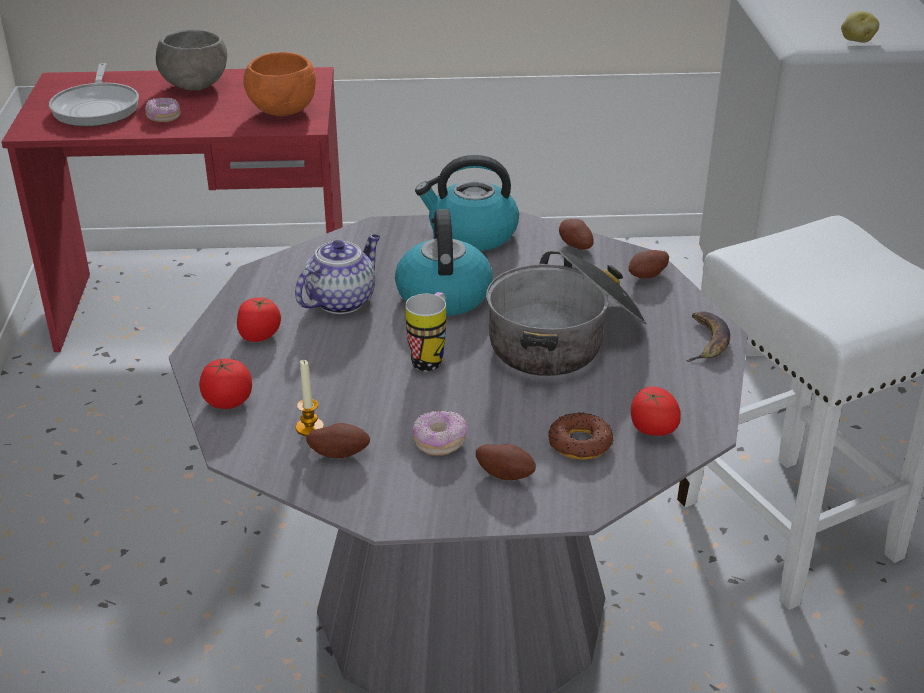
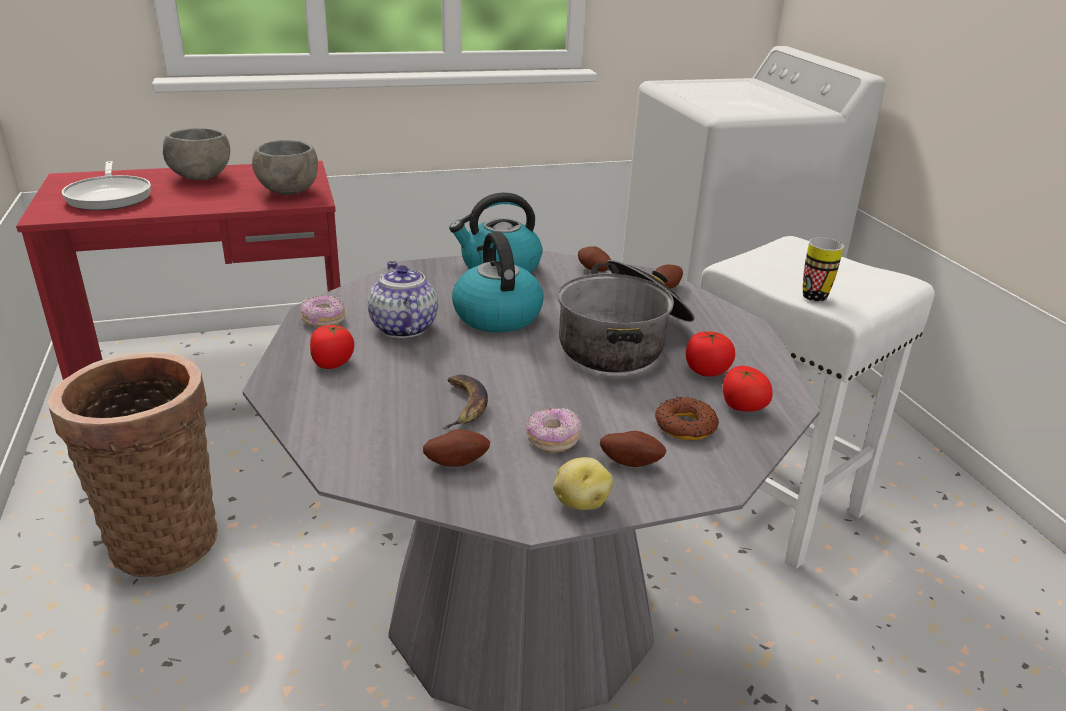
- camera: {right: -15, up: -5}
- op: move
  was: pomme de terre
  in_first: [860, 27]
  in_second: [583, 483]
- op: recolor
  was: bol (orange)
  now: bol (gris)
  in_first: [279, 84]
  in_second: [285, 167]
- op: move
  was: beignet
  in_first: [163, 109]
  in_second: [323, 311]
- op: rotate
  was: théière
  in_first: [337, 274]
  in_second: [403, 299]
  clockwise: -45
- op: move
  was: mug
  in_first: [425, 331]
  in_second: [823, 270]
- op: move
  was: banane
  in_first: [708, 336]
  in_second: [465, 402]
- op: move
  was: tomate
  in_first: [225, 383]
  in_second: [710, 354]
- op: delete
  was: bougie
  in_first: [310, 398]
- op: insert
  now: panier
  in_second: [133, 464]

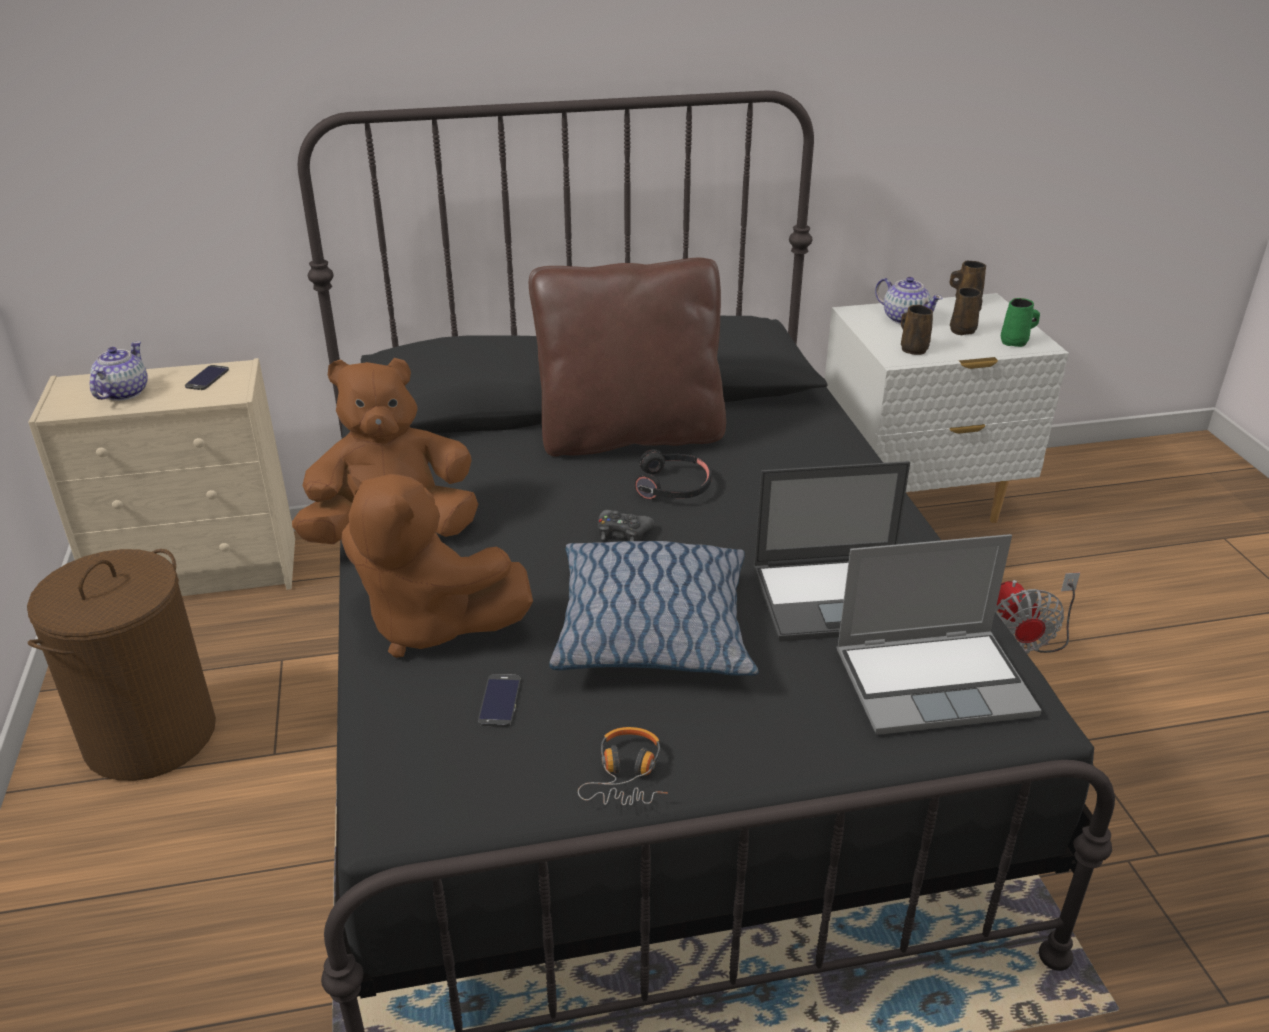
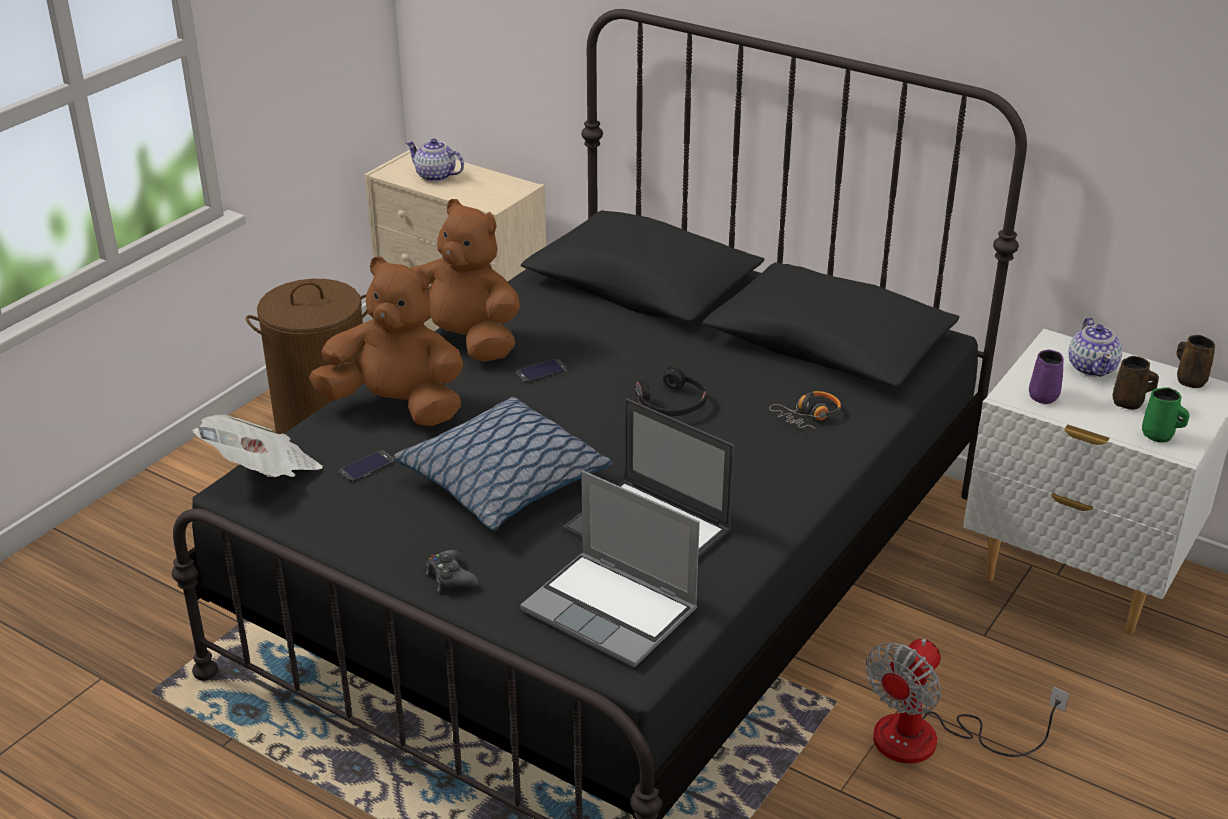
- camera: {right: 45, up: 0}
- op: delete
  was: coussin (marron)
  in_first: [627, 357]
- op: recolor
  was: mug (marron)
  now: mug (violet)
  in_first: [917, 330]
  in_second: [1046, 377]
- op: rotate
  was: théière
  in_first: [119, 371]
  in_second: [434, 160]
  clockwise: -120
- op: move
  was: téléphone
  in_first: [207, 377]
  in_second: [541, 371]
- op: rotate
  was: peluche (marron)
  in_first: [437, 566]
  in_second: [386, 341]
  clockwise: 120
- op: move
  was: manette (noir)
  in_first: [626, 525]
  in_second: [452, 571]
- op: move
  was: casque audio
  in_first: [623, 766]
  in_second: [805, 410]
- op: insert
  now: journal
  in_second: [257, 445]

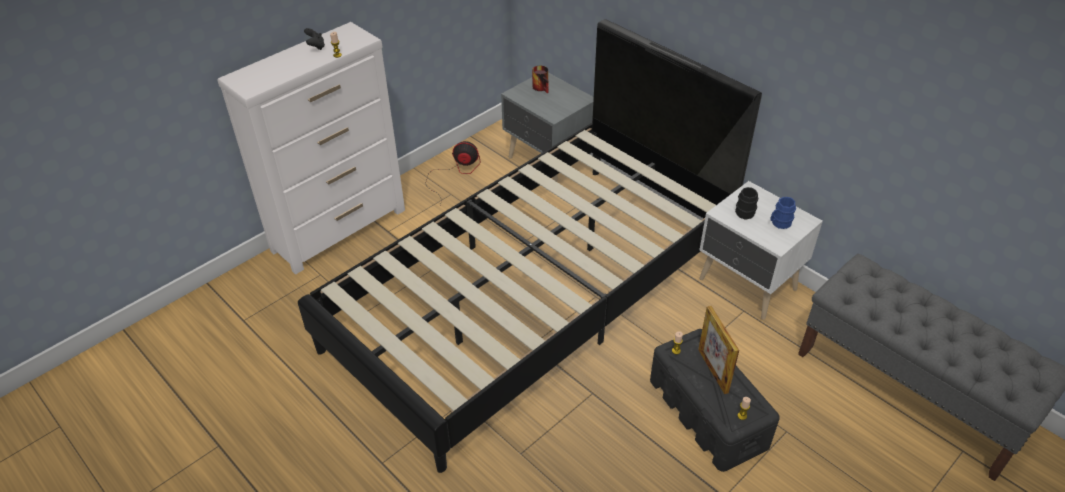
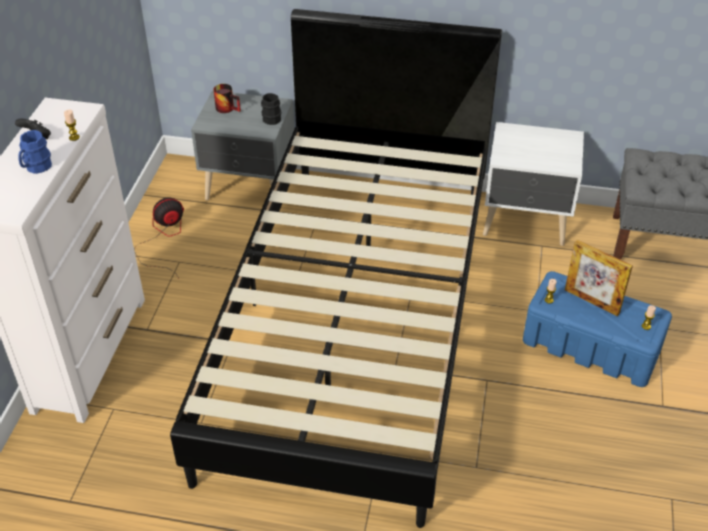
- camera: {right: -35, up: 0}
- op: move
  was: mug (noir)
  in_first: [746, 203]
  in_second: [271, 109]
- op: move
  was: mug (bleu)
  in_first: [783, 213]
  in_second: [35, 152]
- op: recolor
  was: boîte de rangement (noir)
  now: boîte de rangement (bleu)
  in_first: [715, 400]
  in_second: [597, 329]

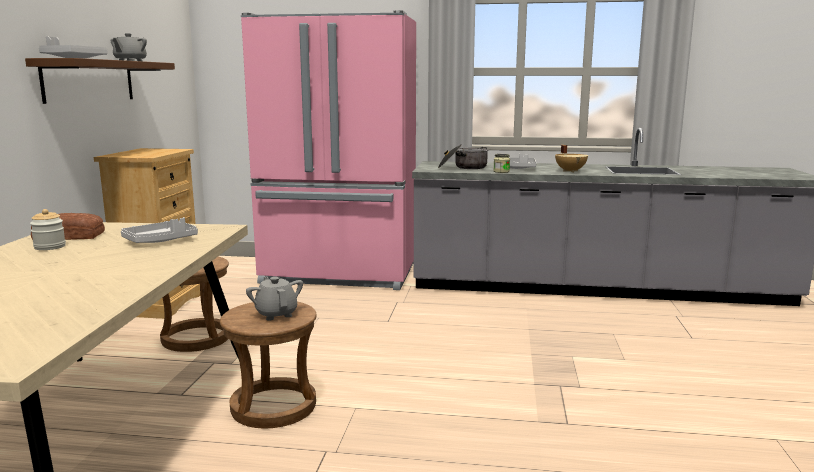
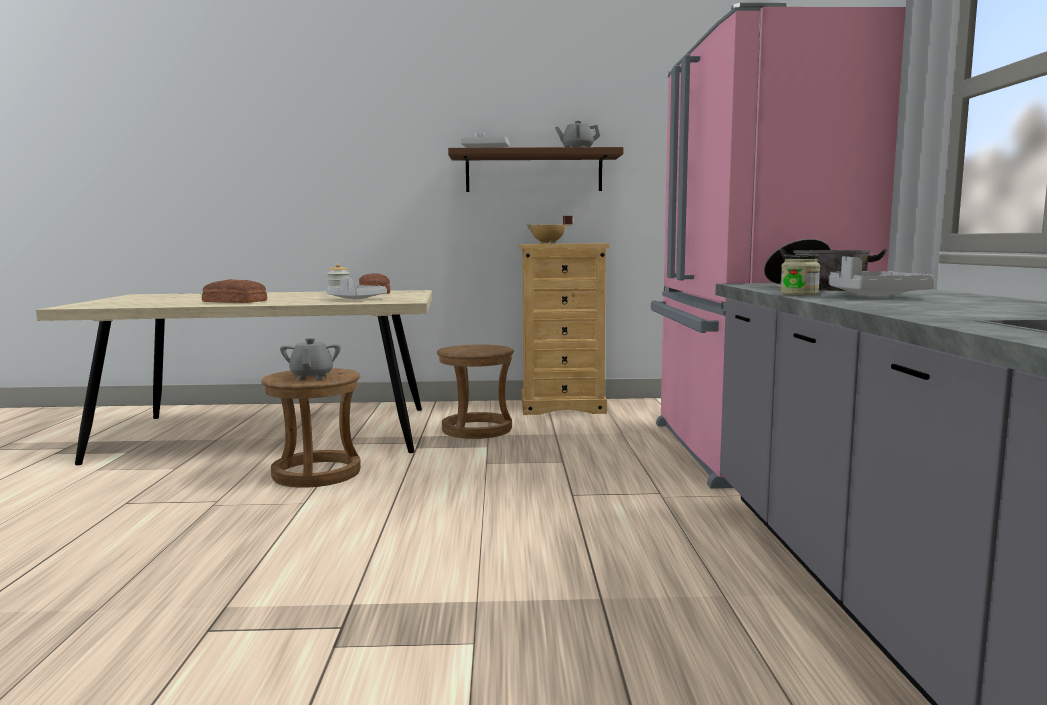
- camera: {right: 80, up: -5}
- op: move
  was: marmite (beige)
  in_first: [571, 158]
  in_second: [549, 230]
- op: rotate
  was: théière (gris)
  in_first: [274, 299]
  in_second: [310, 359]
  clockwise: -60
- op: insert
  now: pain
  in_second: [234, 291]

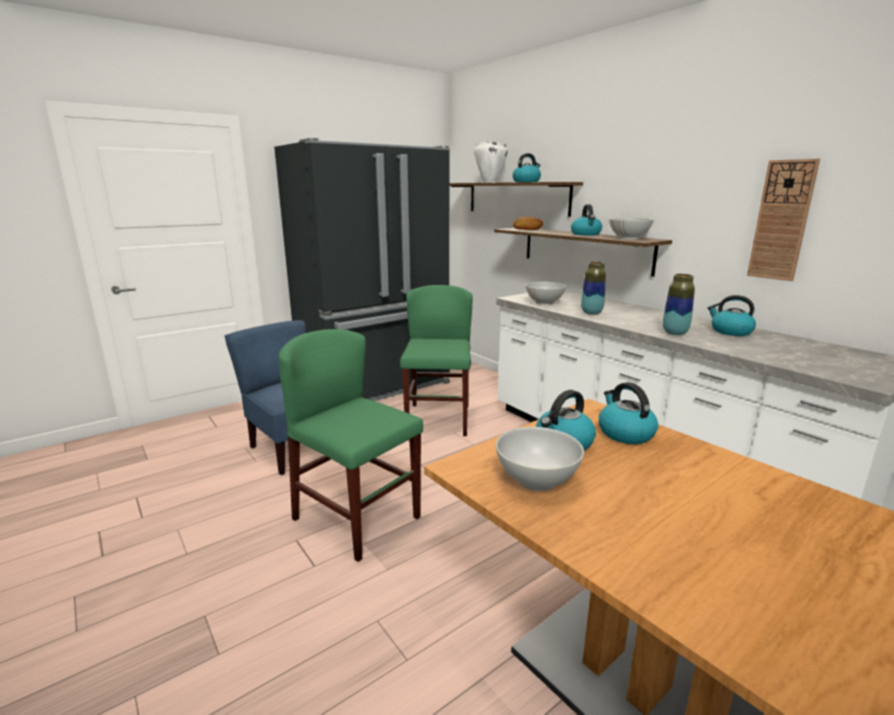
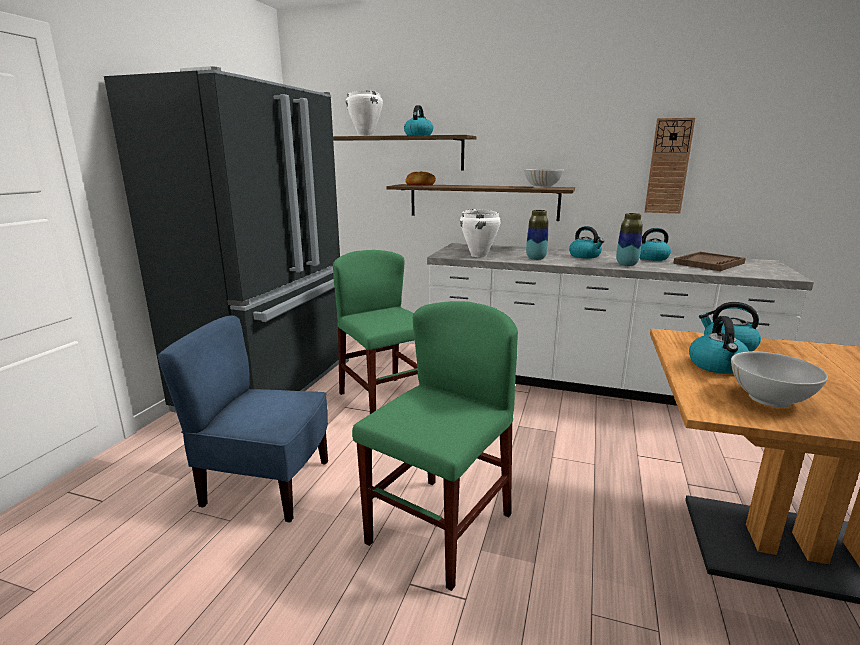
- camera: {right: -35, up: 0}
- op: move
  was: bouilloire
  in_first: [586, 220]
  in_second: [586, 242]
- op: replace
  was: bol (blanc)
  now: marmite (blanc)
  in_first: [546, 293]
  in_second: [480, 233]
- op: rotate
  was: chaise (vert)
  in_first: [350, 445]
  in_second: [435, 446]
  clockwise: 120
- op: insert
  now: plateau (marron)
  in_second: [709, 261]

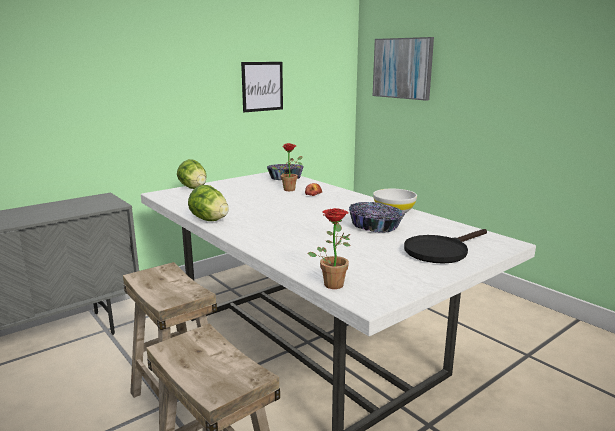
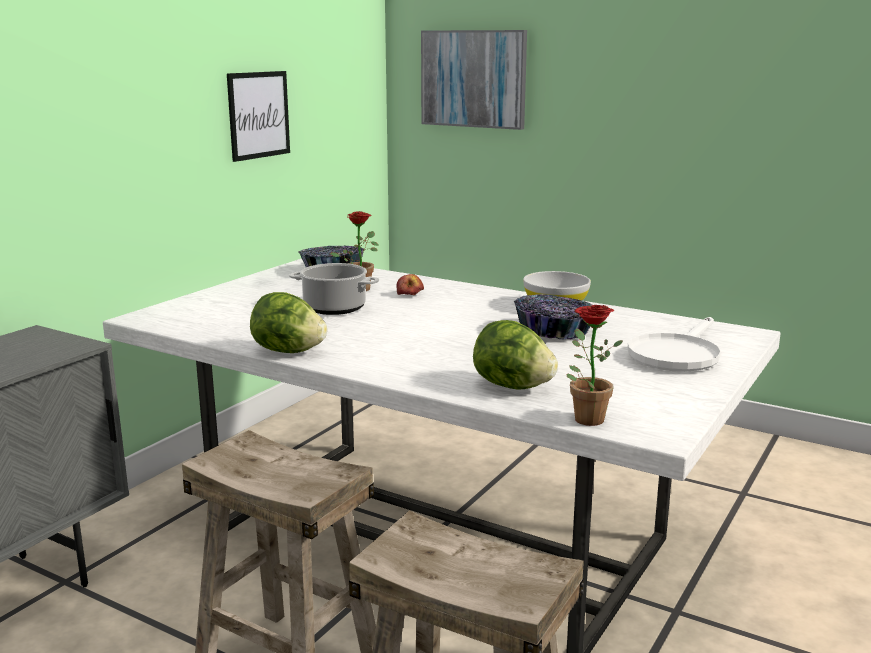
- camera: {right: -20, up: 0}
- op: move
  was: laitue
  in_first: [192, 174]
  in_second: [515, 355]
- op: recolor
  was: poêle (noir)
  now: poêle (blanc)
  in_first: [445, 246]
  in_second: [674, 344]
- op: insert
  now: marmite
  in_second: [334, 289]

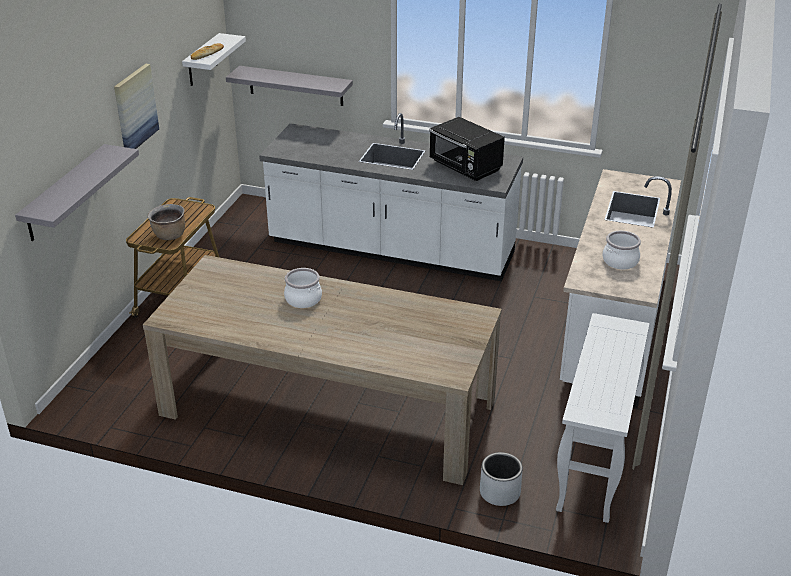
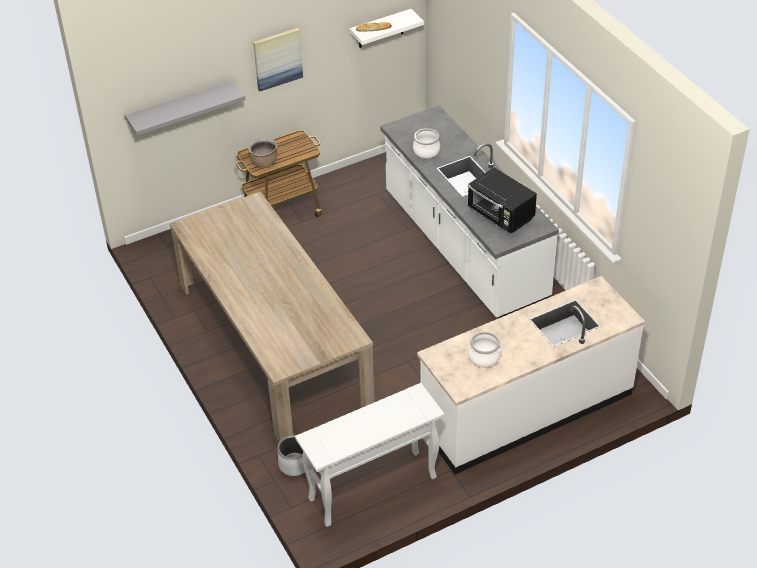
- camera: {right: 45, up: 10}
- op: delete
  was: étagère (gris)
  in_first: [289, 86]
- op: rotate
  was: micro-ondes (noir)
  in_first: [467, 149]
  in_second: [502, 200]
  clockwise: -45
- op: move
  was: marmite
  in_first: [303, 288]
  in_second: [426, 143]

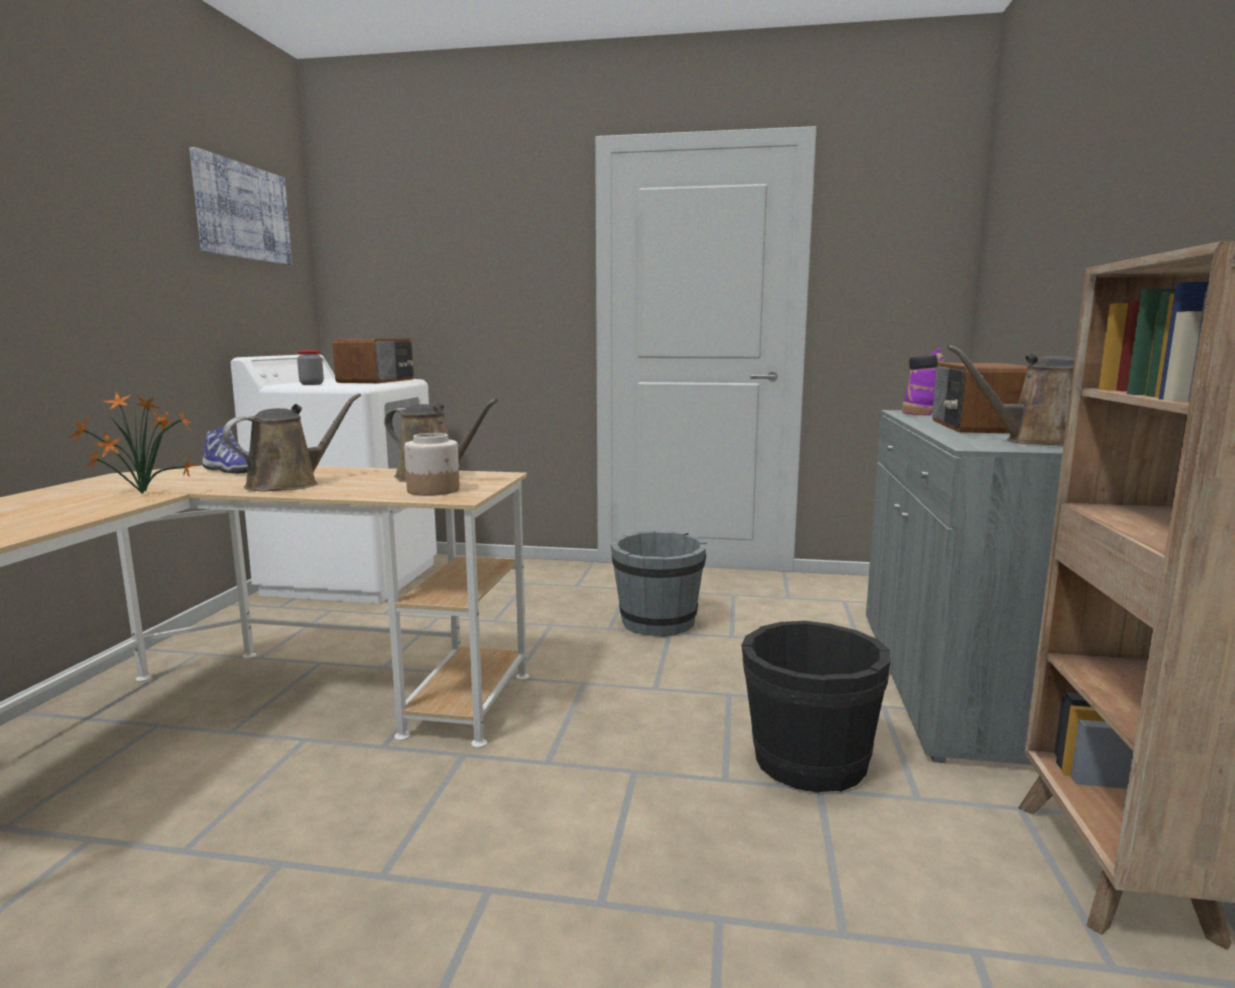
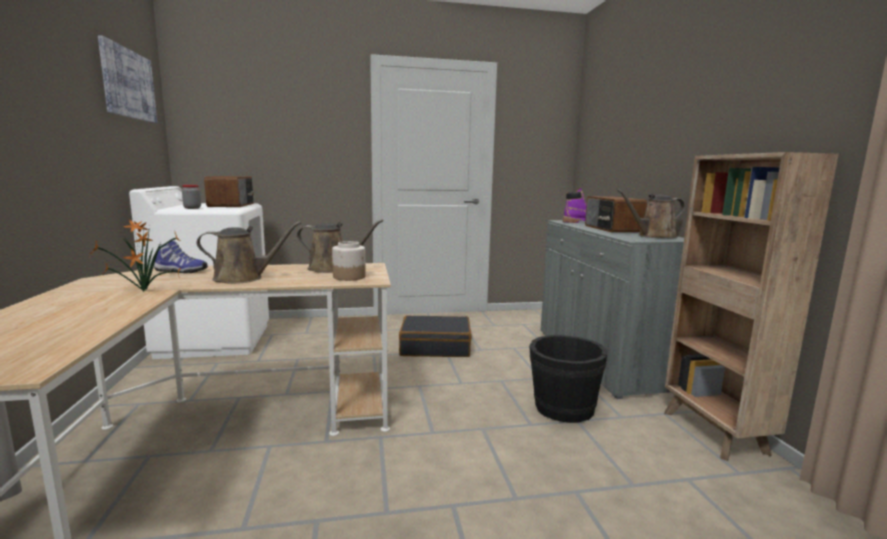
- camera: {right: -20, up: 0}
- op: rotate
  was: arrosoir (marron)
  in_first: [292, 442]
  in_second: [249, 252]
  clockwise: 60
- op: replace
  was: seau (gris)
  now: valise (noir)
  in_first: [659, 584]
  in_second: [435, 336]

